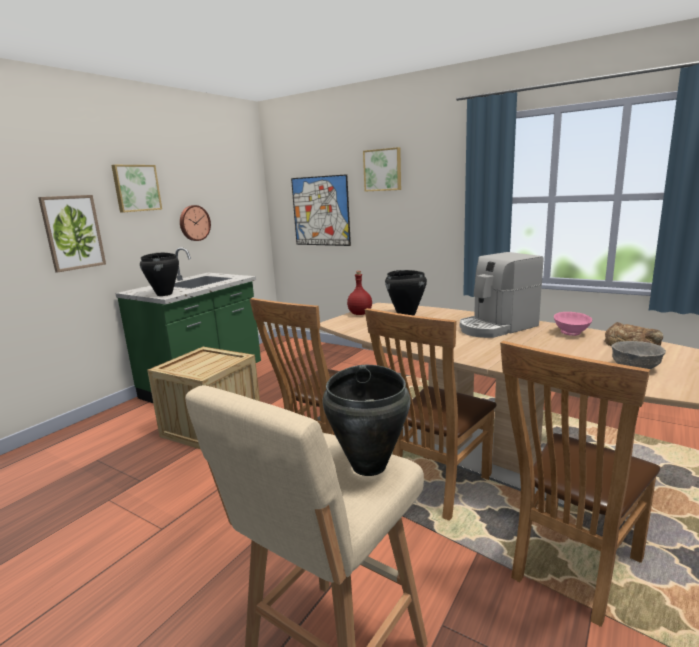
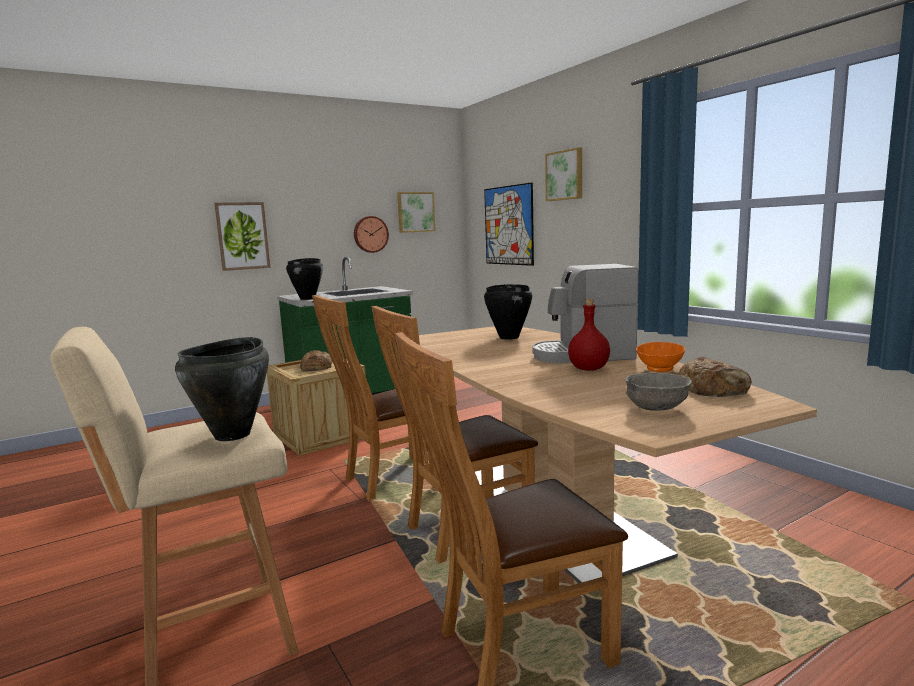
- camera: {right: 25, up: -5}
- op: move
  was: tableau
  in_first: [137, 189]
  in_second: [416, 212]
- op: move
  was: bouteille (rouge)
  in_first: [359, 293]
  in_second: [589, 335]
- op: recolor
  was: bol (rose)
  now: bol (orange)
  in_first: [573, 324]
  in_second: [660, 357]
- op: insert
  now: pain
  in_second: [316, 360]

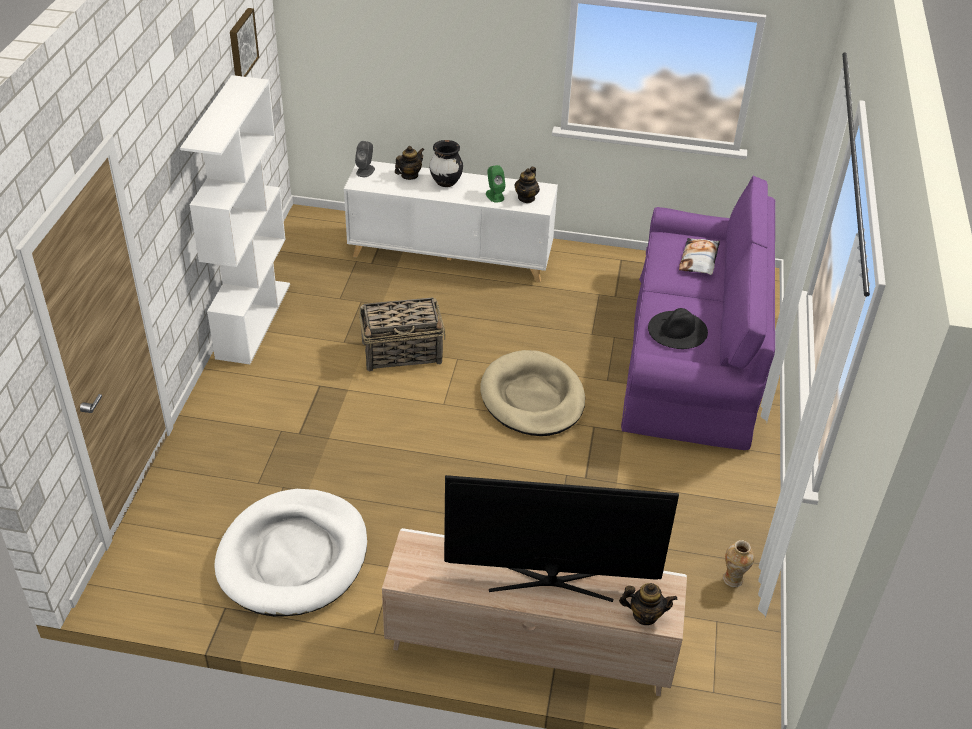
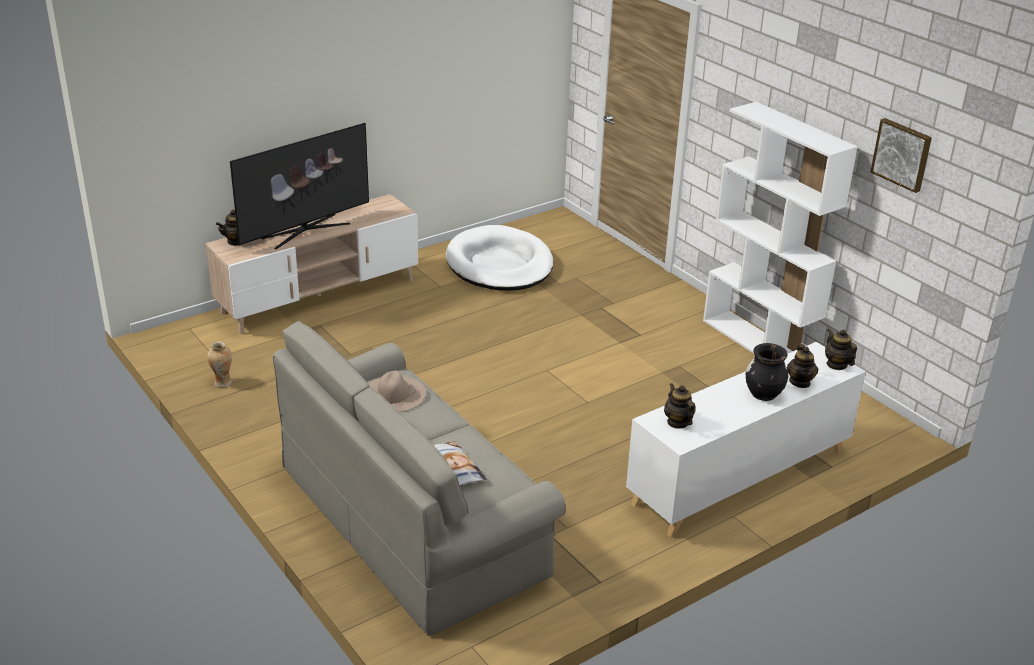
- camera: {right: 135, up: -10}
- op: replace
  was: enceinte (gris)
  now: théière
  in_first: [365, 159]
  in_second: [841, 349]
- op: delete
  was: enceinte (vert)
  in_first: [496, 184]
- op: recolor
  was: canapé (violet)
  now: canapé (gris)
  in_first: [698, 313]
  in_second: [419, 478]
- op: delete
  was: panier
  in_first: [402, 334]
- op: recolor
  was: chapeau (noir)
  now: chapeau (beige)
  in_first: [678, 328]
  in_second: [397, 391]
- op: delete
  was: panier pour chien (beige)
  in_first: [532, 393]

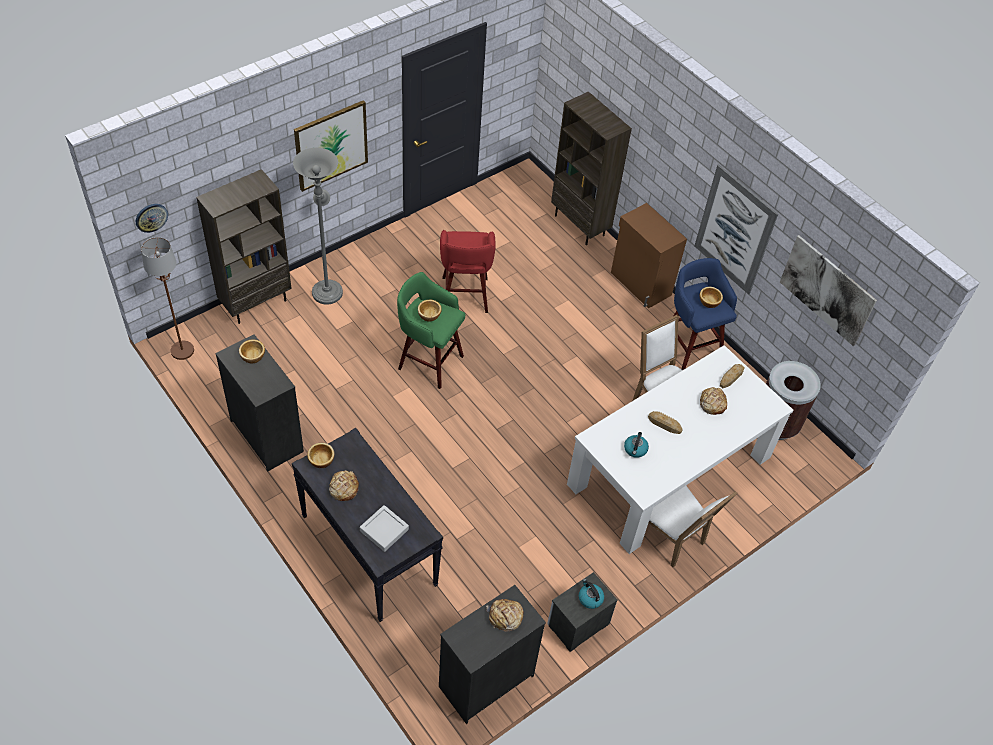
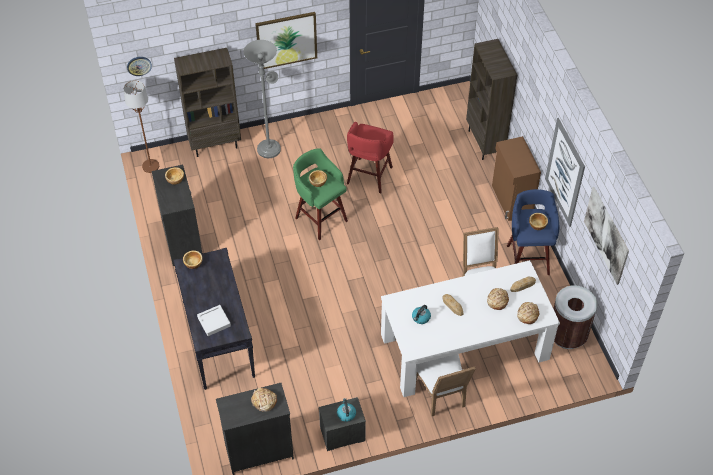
- camera: {right: 25, up: 0}
- op: move
  was: pain
  in_first: [344, 485]
  in_second: [528, 313]

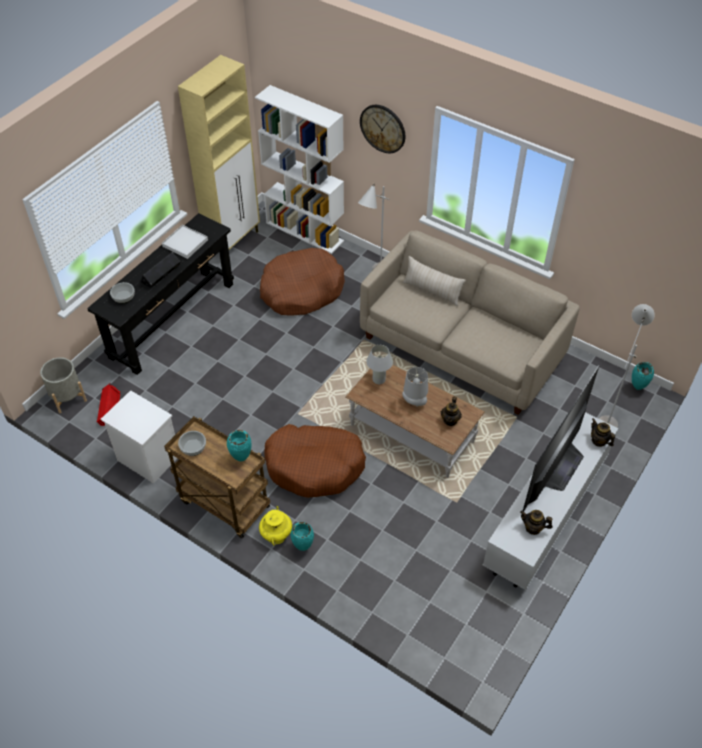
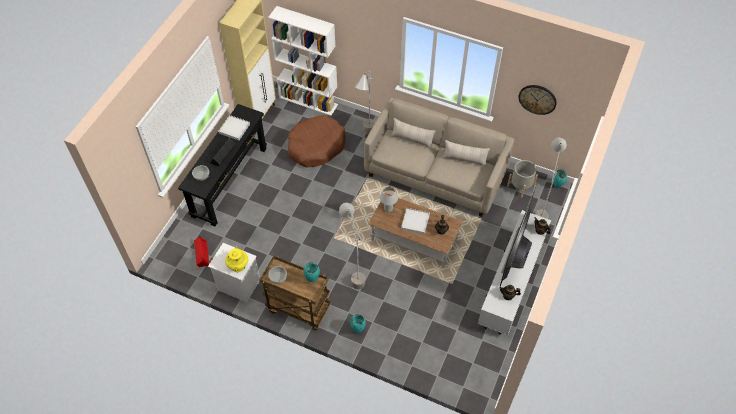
- camera: {right: -10, up: 5}
- op: move
  was: horloge murale
  in_first: [383, 129]
  in_second: [538, 100]
- op: move
  was: cache-pot (gris)
  in_first: [63, 385]
  in_second: [522, 178]
- op: replace
  was: lampe de table (gris)
  now: plateau (blanc)
  in_first: [415, 387]
  in_second: [415, 221]
- op: replace
  was: panier pour chien (marron)
  now: lampadaire (gris)
  in_first: [315, 461]
  in_second: [352, 246]
- op: move
  was: vase (jaune)
  in_first: [275, 526]
  in_second: [236, 259]
- op: insert
  now: coussin (beige)
  in_second: [466, 153]

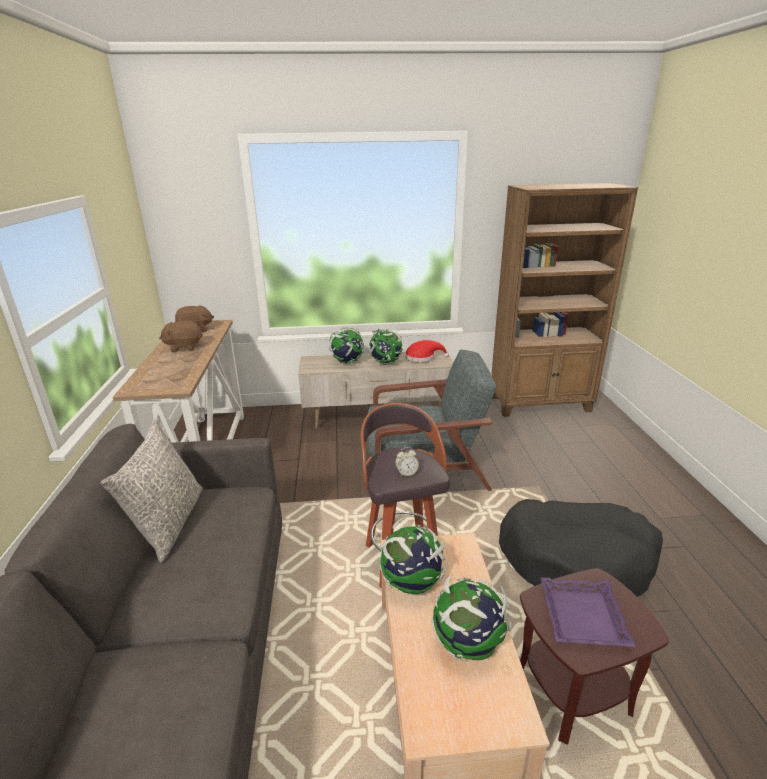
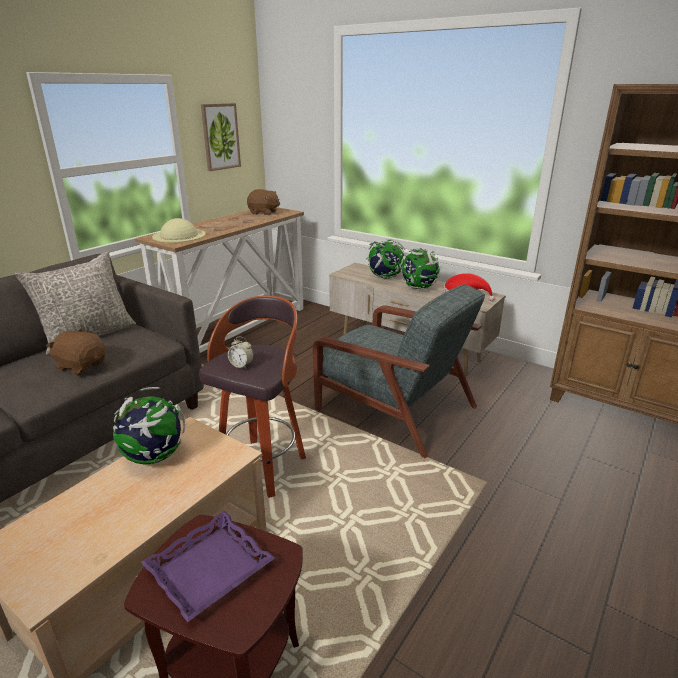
- camera: {right: 40, up: 0}
- op: move
  was: peluche (marron)
  in_first: [181, 336]
  in_second: [75, 352]
- op: delete
  was: panier pour chien (noir)
  in_first: [581, 548]
- op: delete
  was: globe
  in_first: [471, 618]
- op: insert
  now: tableau
  in_second: [221, 137]
- op: insert
  now: chapeau (beige)
  in_second: [179, 230]

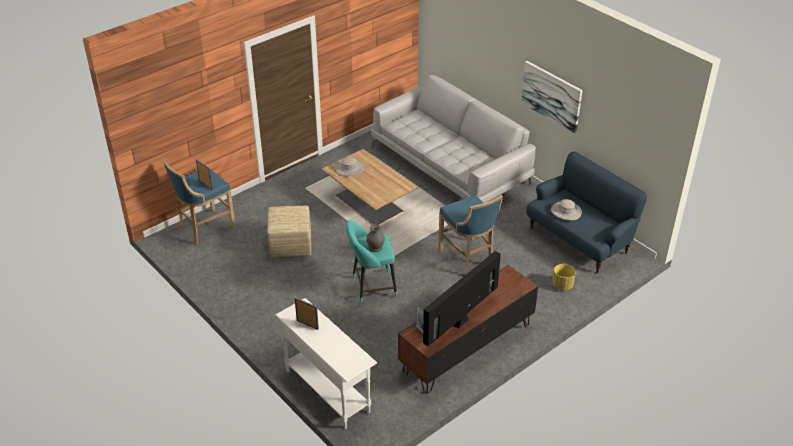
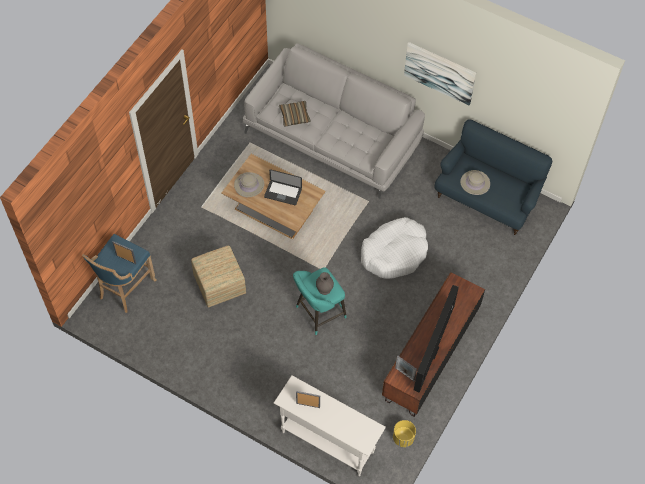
- camera: {right: -20, up: 20}
- op: replace
  was: tabouret (bleu)
  now: panier pour chien (blanc)
  in_first: [470, 235]
  in_second: [394, 248]
- op: move
  was: cache-pot (jaune)
  in_first: [564, 277]
  in_second: [404, 433]
- op: insert
  now: coussin
  in_second: [295, 113]
- op: insert
  now: ordinateur portable
  in_second: [283, 187]

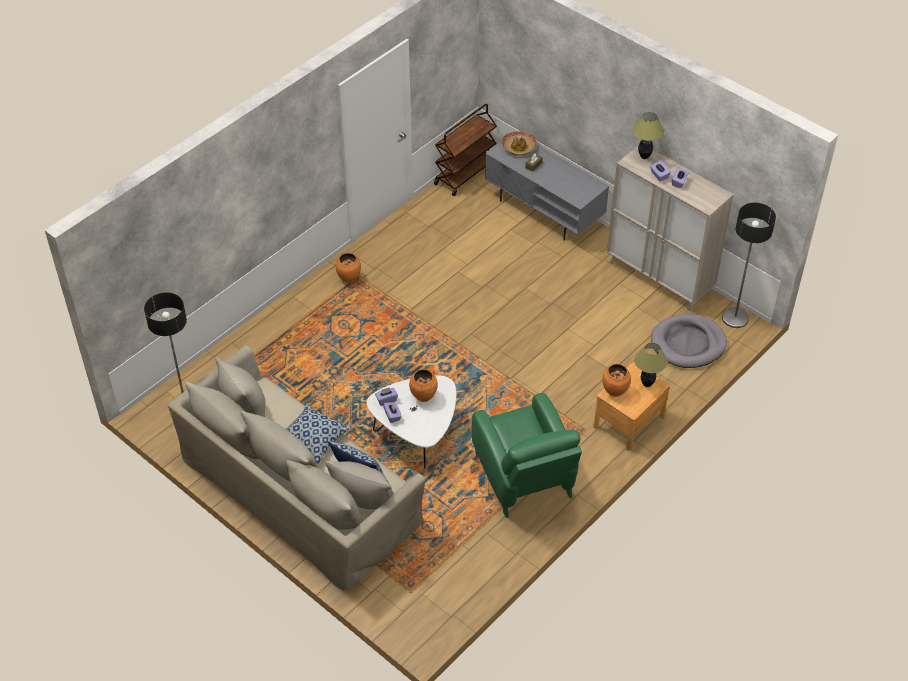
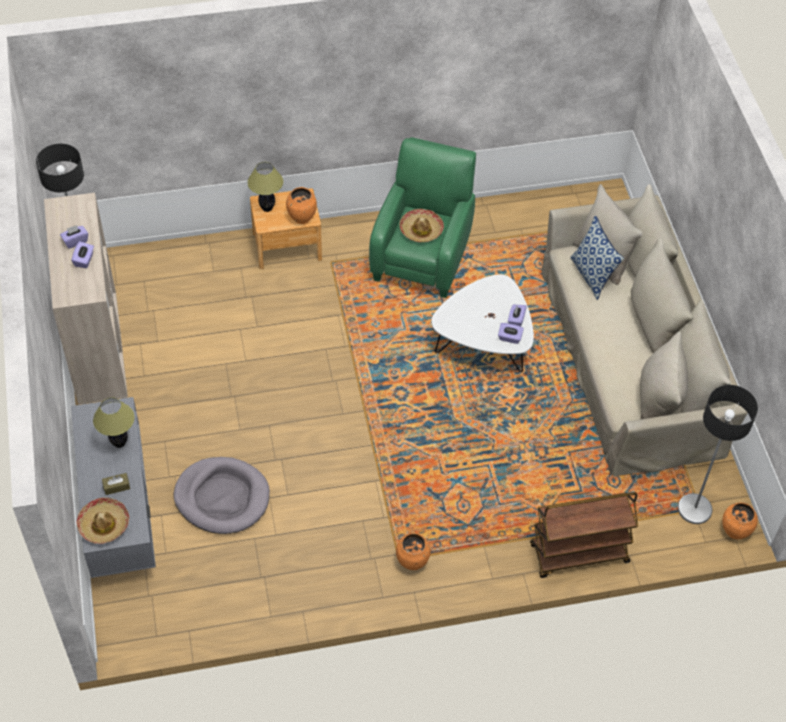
- camera: {right: -145, up: 5}
- op: move
  was: chariot (marron)
  in_first: [465, 150]
  in_second: [584, 535]
- op: move
  was: lampe de table
  in_first: [648, 135]
  in_second: [114, 422]
- op: move
  was: panier pour chien (gris)
  in_first: [689, 341]
  in_second: [222, 495]
- op: move
  was: vase (orange)
  in_first: [423, 385]
  in_second: [740, 520]
- op: delete
  was: coussin
  in_first: [318, 434]
- op: insert
  now: chapeau
  in_second: [421, 225]

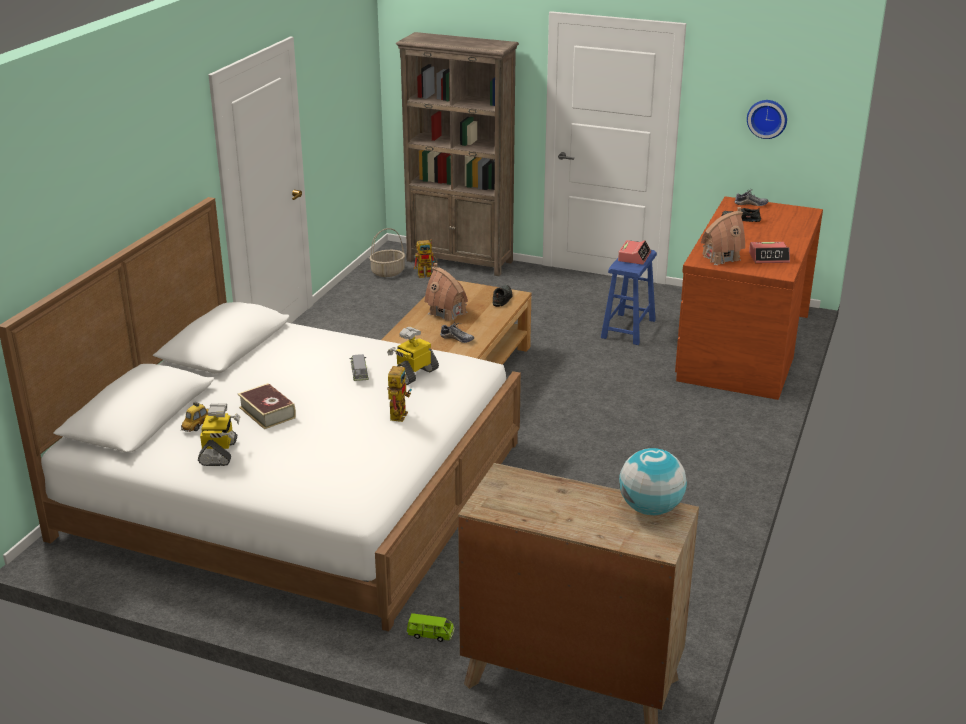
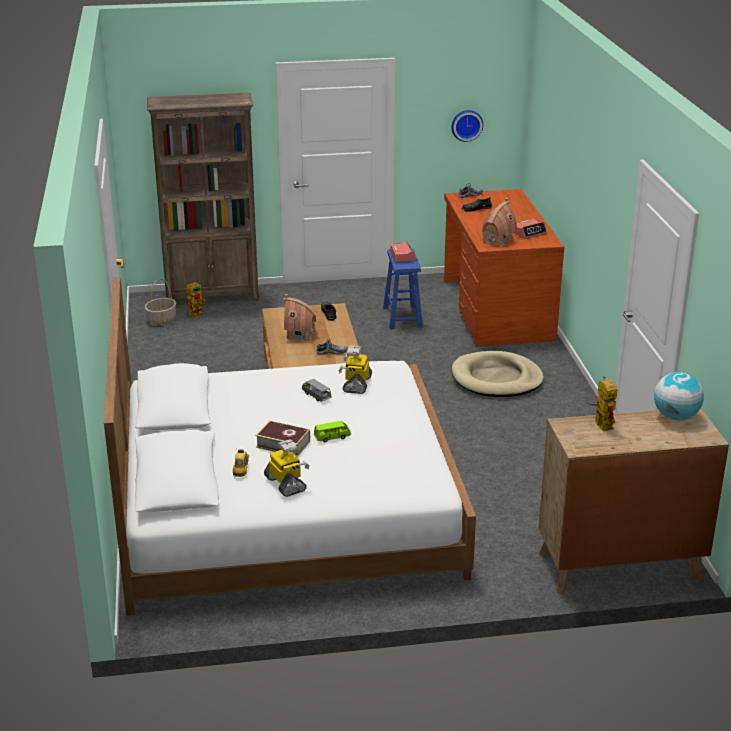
- camera: {right: -30, up: 0}
- op: move
  was: robot jouet
  in_first: [399, 392]
  in_second: [602, 403]
- op: move
  was: petite voiture (vert)
  in_first: [430, 627]
  in_second: [332, 431]
- op: insert
  now: panier pour chien (beige)
  in_second: [498, 374]

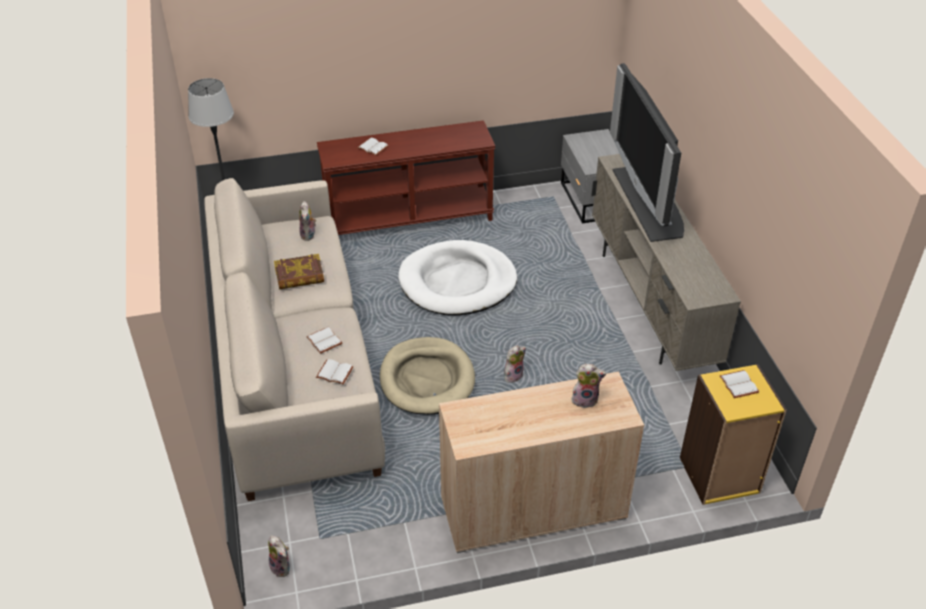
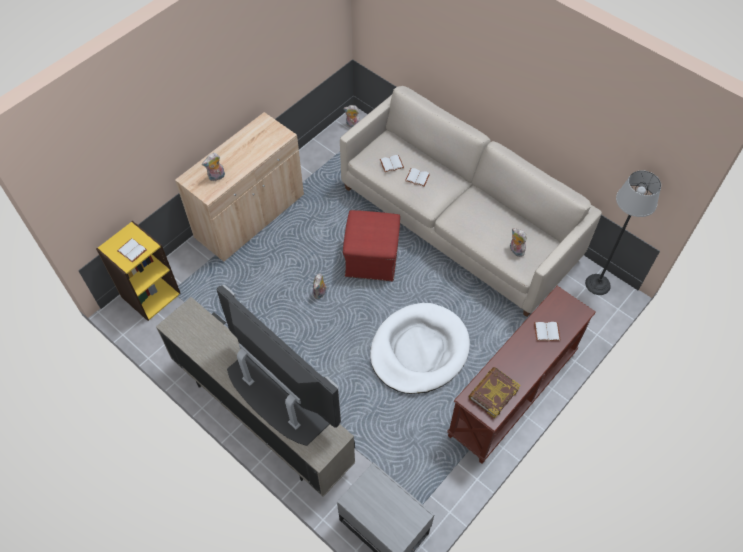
- camera: {right: 145, up: 15}
- op: move
  was: livre
  in_first: [299, 272]
  in_second: [494, 392]
- op: replace
  was: panier pour chien (beige)
  now: pouf (rouge)
  in_first: [427, 376]
  in_second: [371, 245]

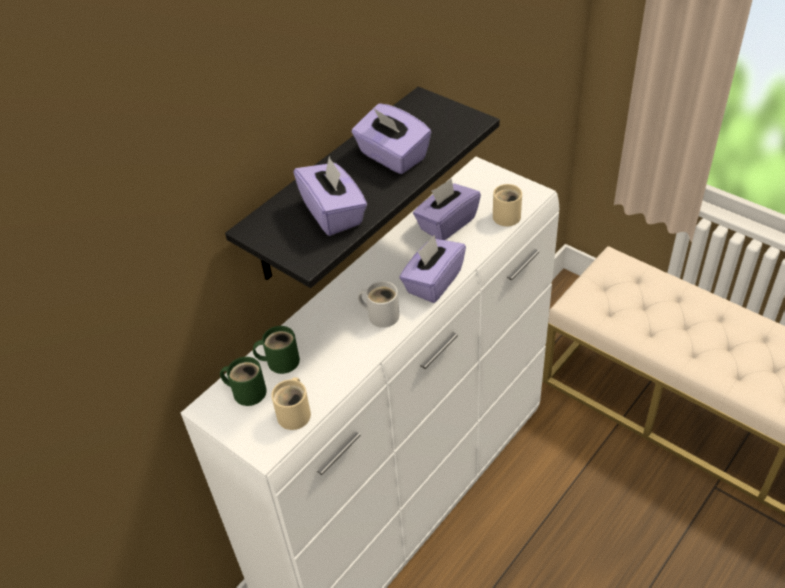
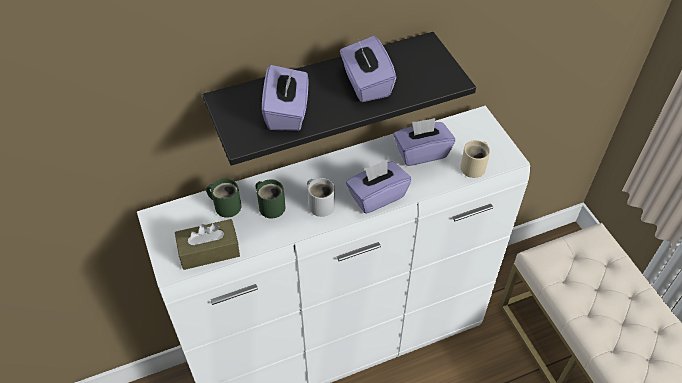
- camera: {right: 25, up: 5}
- op: move
  was: mug (vert)
  in_first: [243, 381]
  in_second: [270, 198]
- op: replace
  was: mug (beige)
  now: boîte à mouchoirs (marron)
  in_first: [291, 403]
  in_second: [207, 244]

